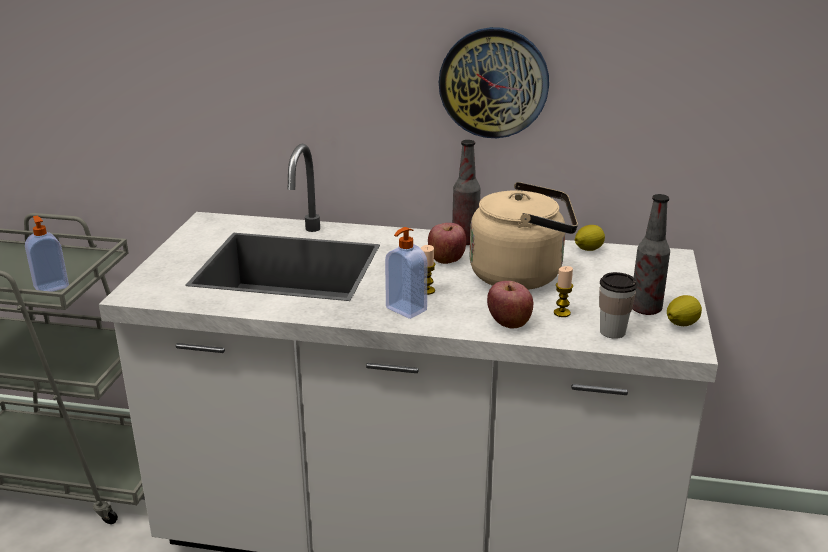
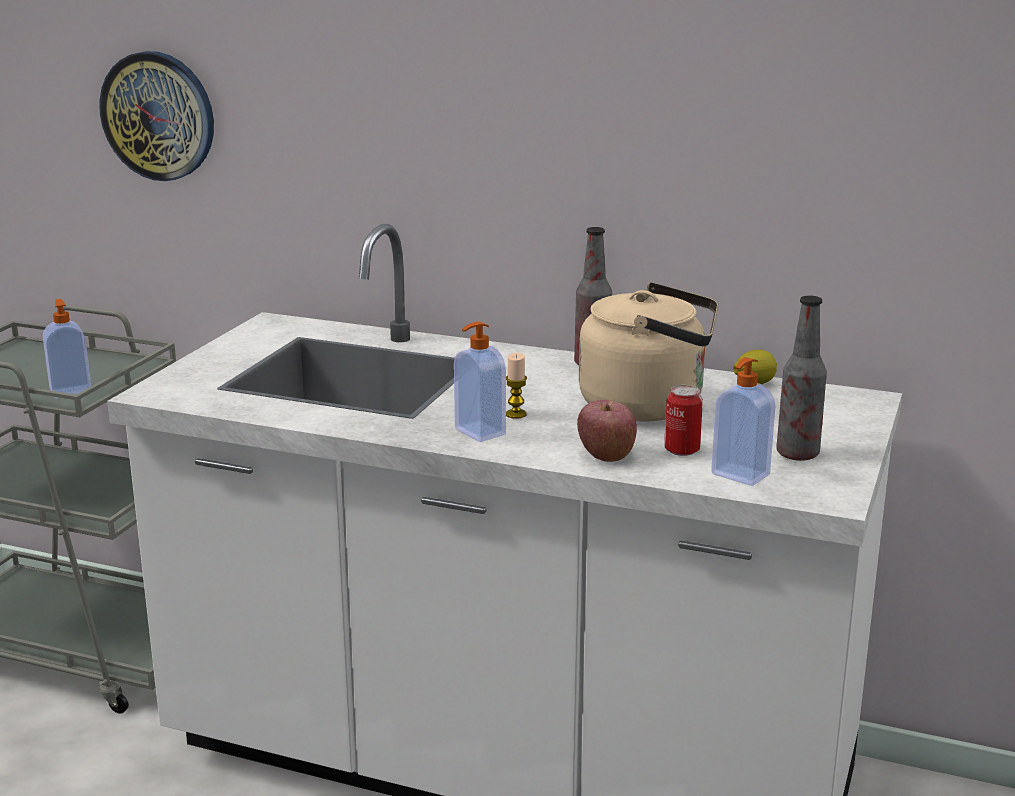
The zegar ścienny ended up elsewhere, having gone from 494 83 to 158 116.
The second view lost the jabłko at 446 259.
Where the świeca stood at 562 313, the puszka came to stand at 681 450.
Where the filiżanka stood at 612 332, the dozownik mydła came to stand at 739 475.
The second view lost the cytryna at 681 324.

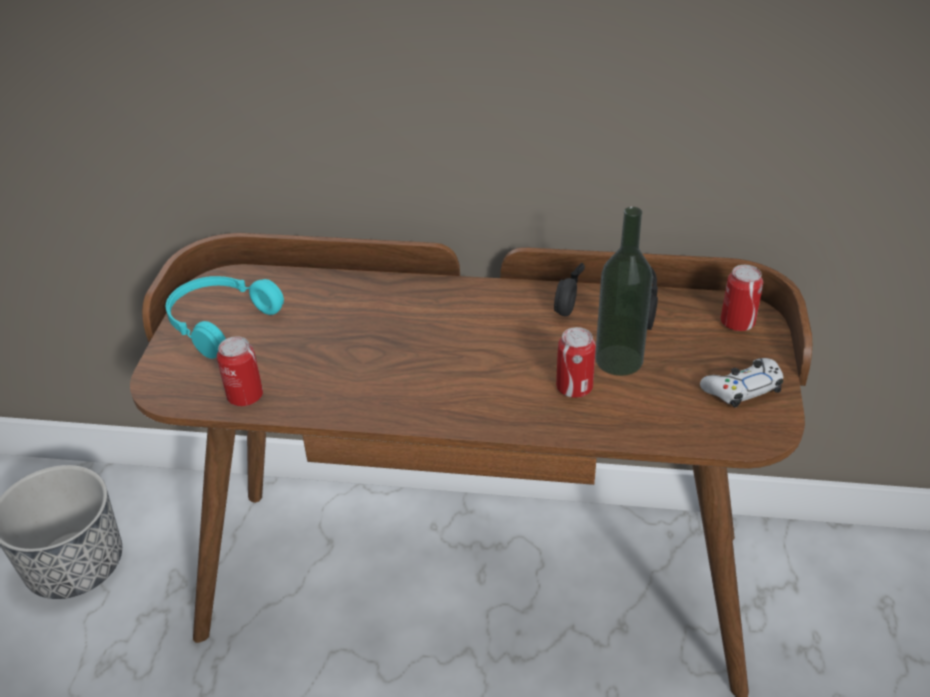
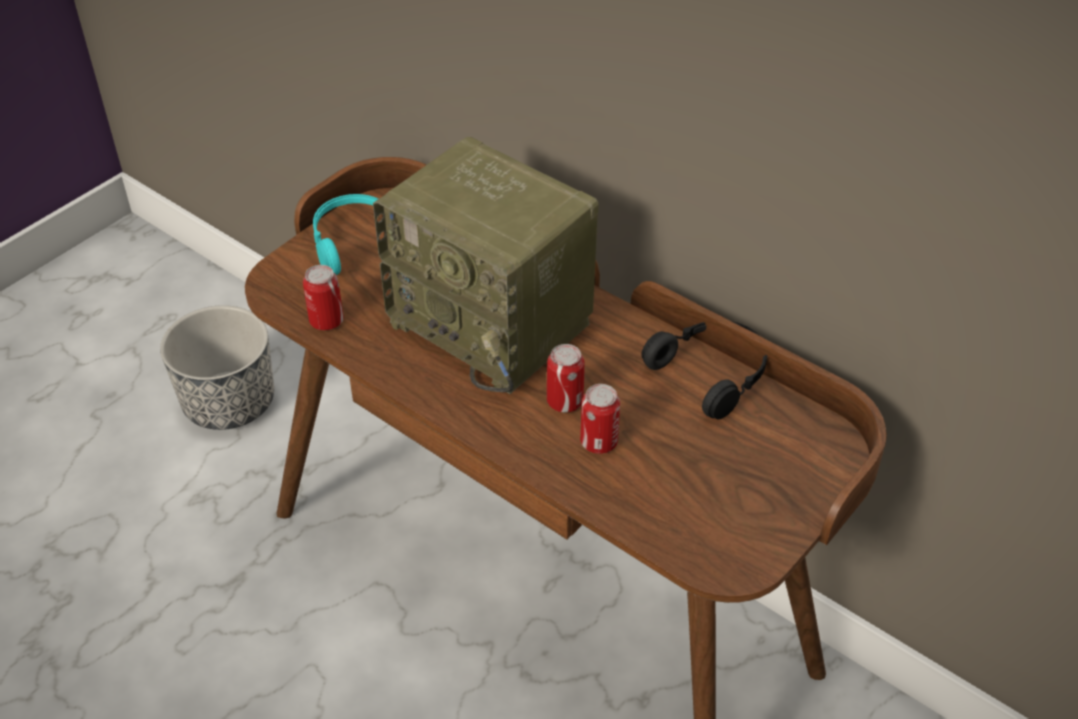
The second view lost the butelka at 619 360.
The puszka ended up elsewhere, having gone from 737 323 to 565 401.
The second view lost the pad do gier/biały at 742 389.
The second view gained the radio at 494 323.

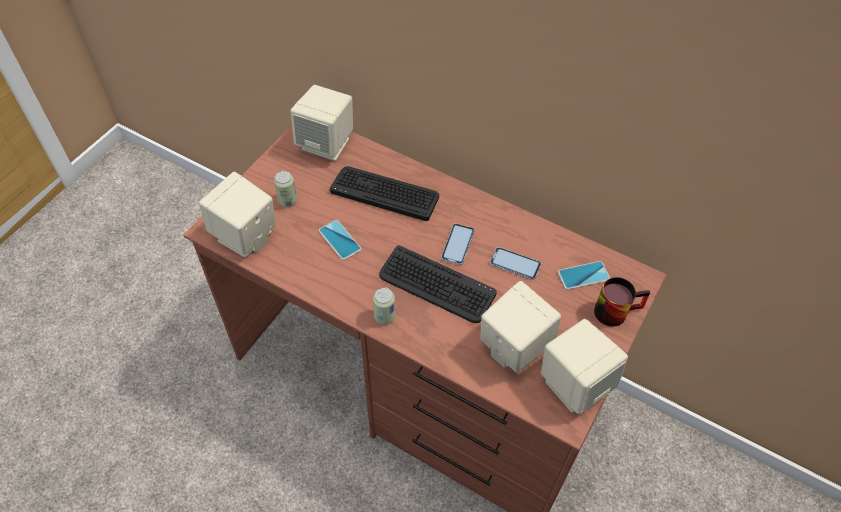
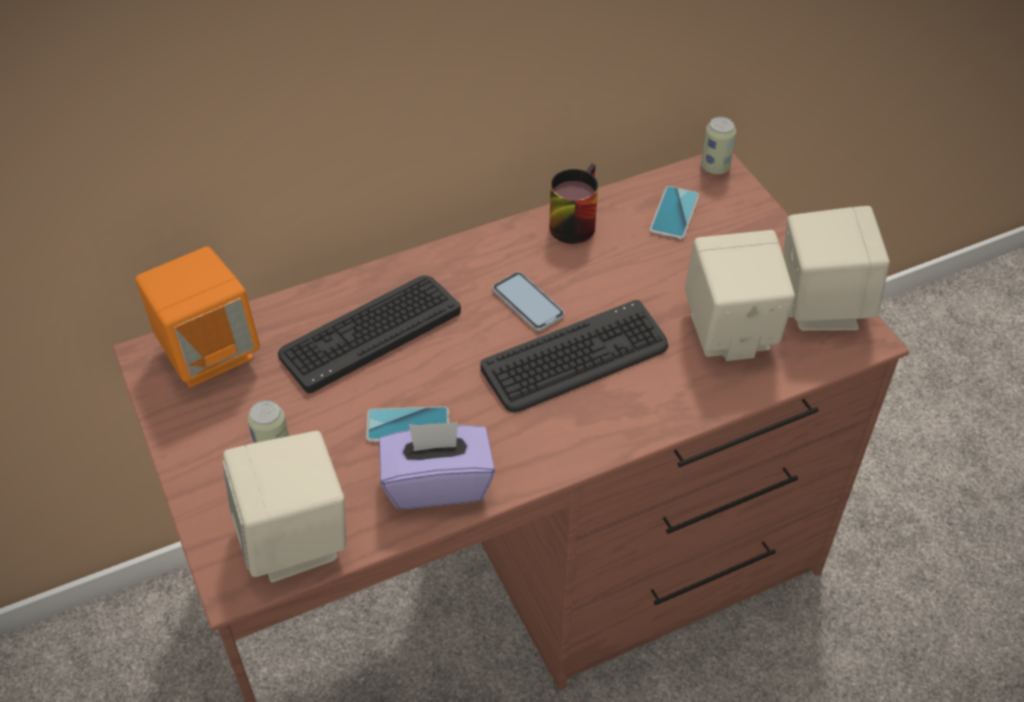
What was the głośnik/beżowy at 326 144 turned into the głośnik/pomarańczowy at 209 352.
The second view lost the telefon at 515 264.
The kubek ended up elsewhere, having gone from 615 309 to 571 220.
The puszka ended up elsewhere, having gone from 384 316 to 715 167.
The second view gained the pudełko chusteczek/fioletowy at 437 483.

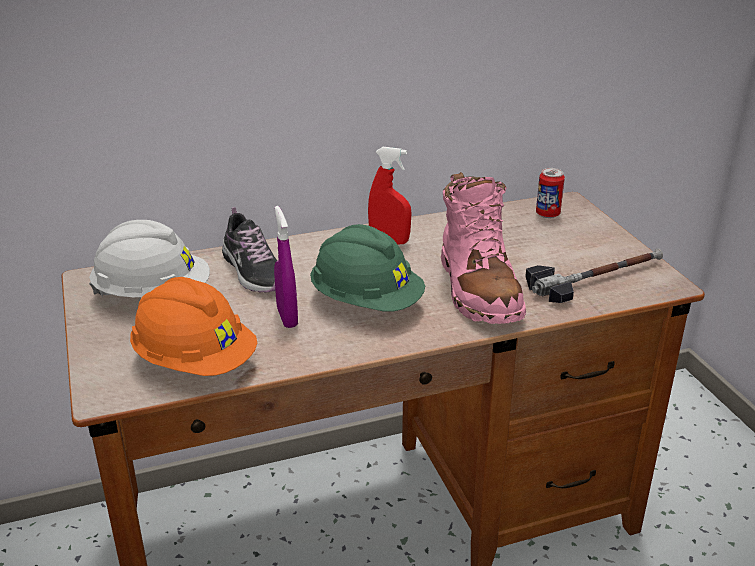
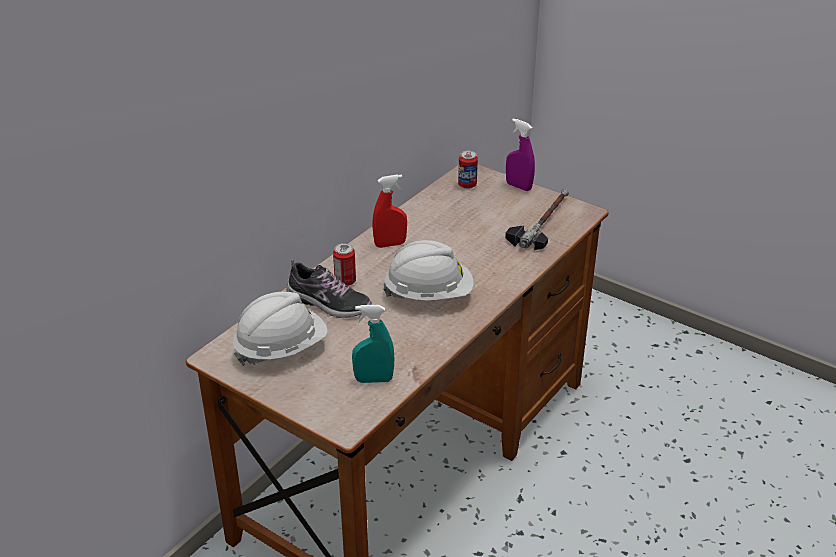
The second view lost the but z cholewką/różowy at 478 289.
The spryskiwacz/fioletowy ended up elsewhere, having gone from 287 317 to 518 186.
What was the kask/zielony at 366 302 turned into the kask/biały at 429 295.
Where the kask/pomarańczowy stood at 195 362, the spryskiwacz/turkusowy came to stand at 373 380.
The second view gained the puszka at 345 281.

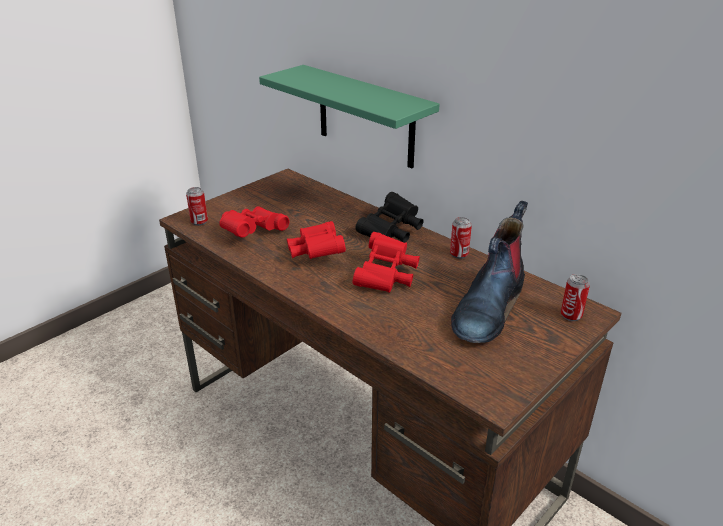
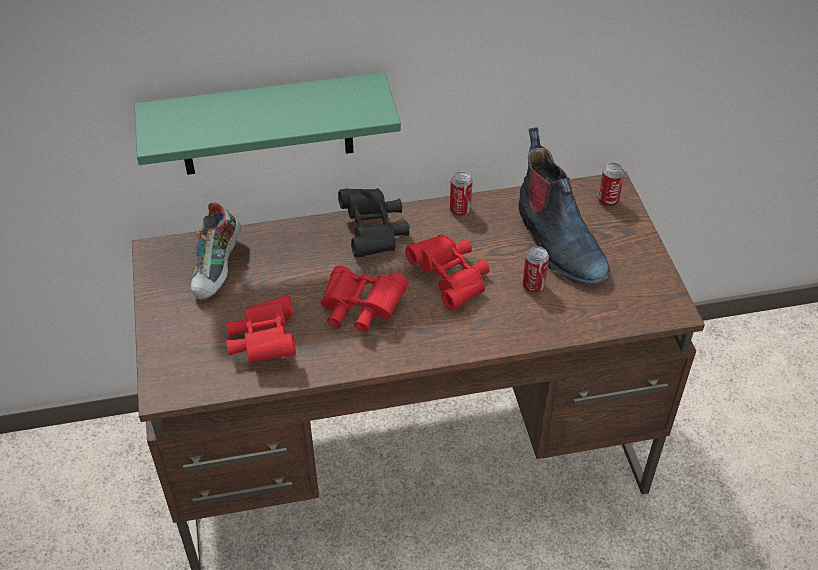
The puszka ended up elsewhere, having gone from 199 222 to 533 285.
The second view gained the but at 218 269.

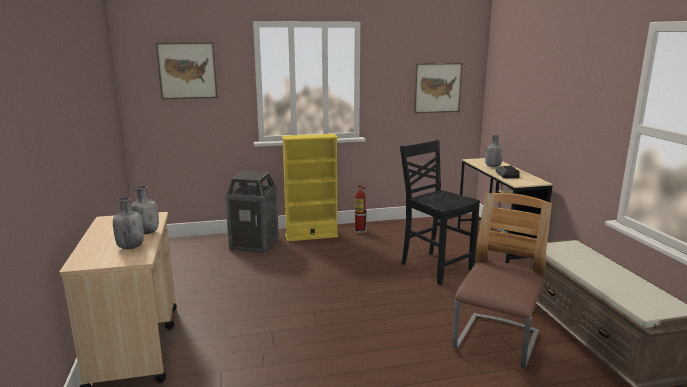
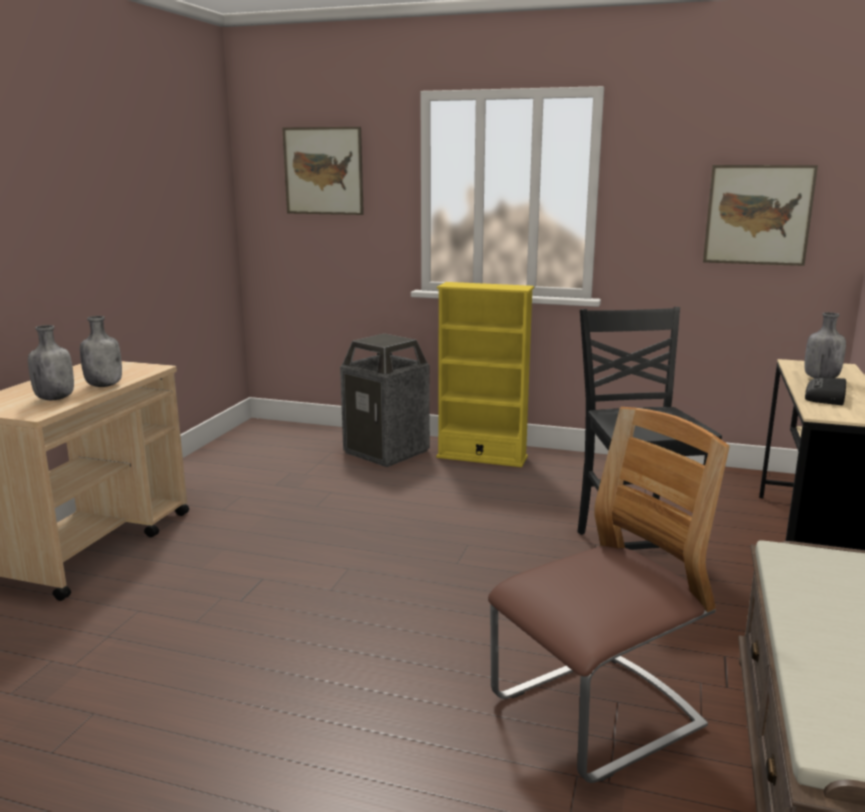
The second view lost the gaśnica at 359 231.

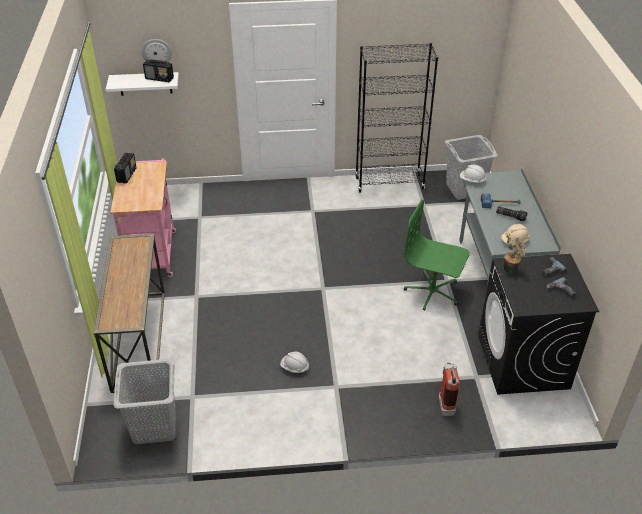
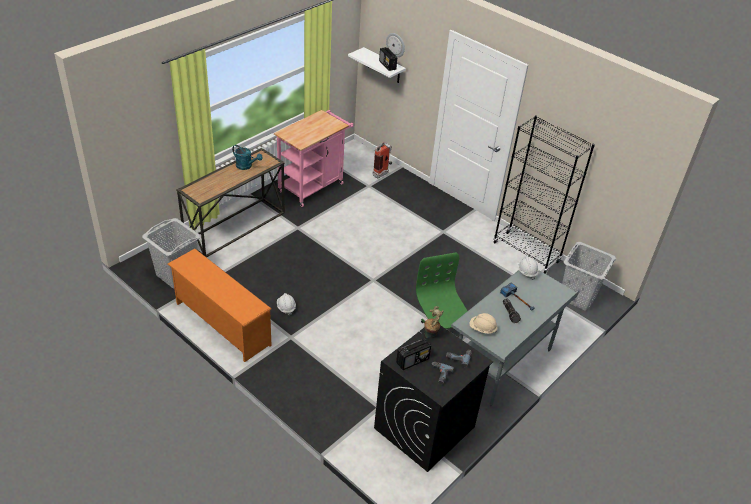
The radio ended up elsewhere, having gone from 127 175 to 413 361.
The gaśnica ended up elsewhere, having gone from 445 402 to 382 173.
The second view gained the konewka/turkusowy at 246 166.
The second view gained the regał na buty/pomarańczowy at 221 324.

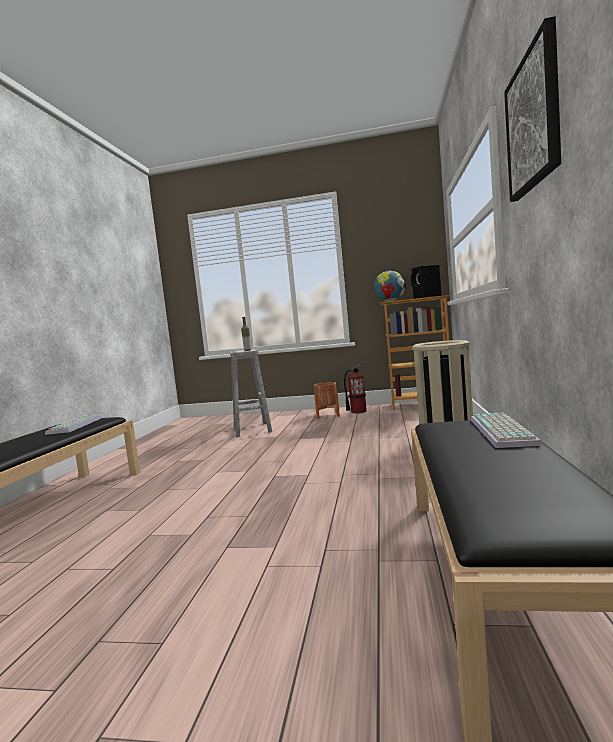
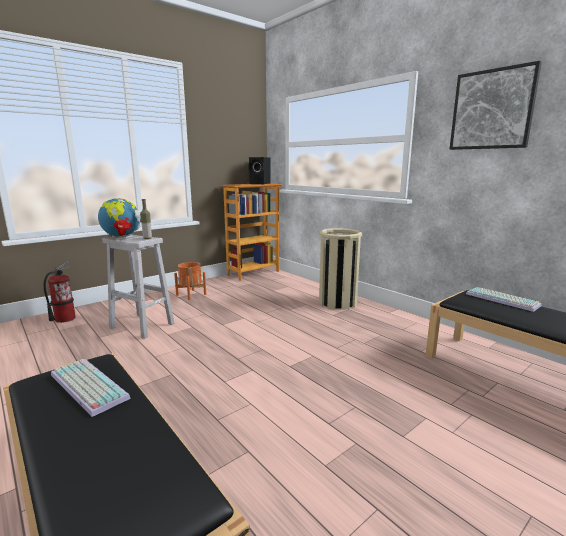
The globus ended up elsewhere, having gone from 390 301 to 122 237.
The gaśnica ended up elsewhere, having gone from 358 411 to 65 319.

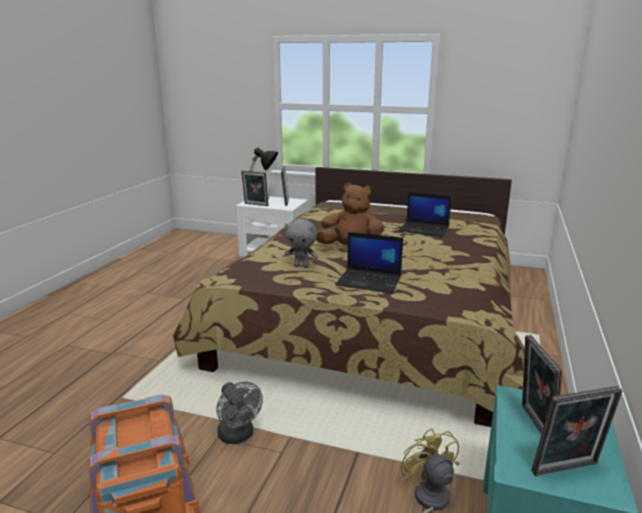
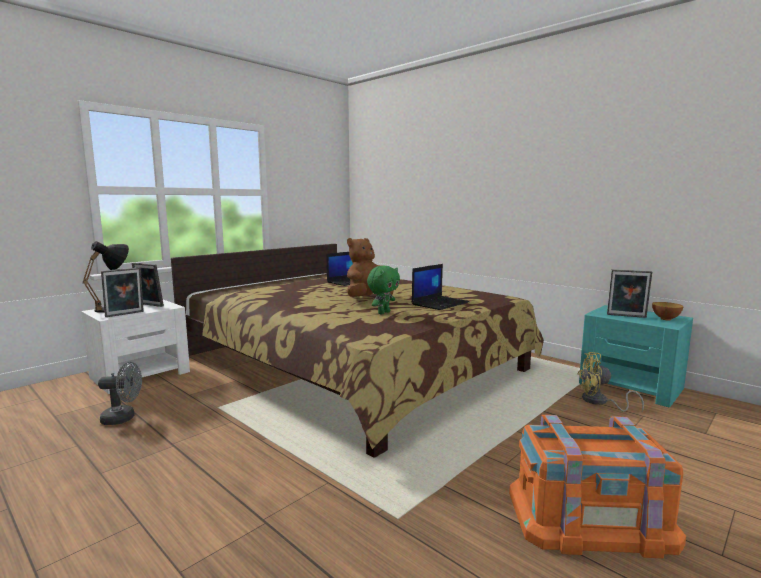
What was the pluszak/szary at 302 266 turned into the pluszak/zielony at 383 313.
The wentylator/szary ended up elsewhere, having gone from 238 436 to 123 418.
Where the ramka na zdjęcie stood at 567 471, the miska came to stand at 665 319.

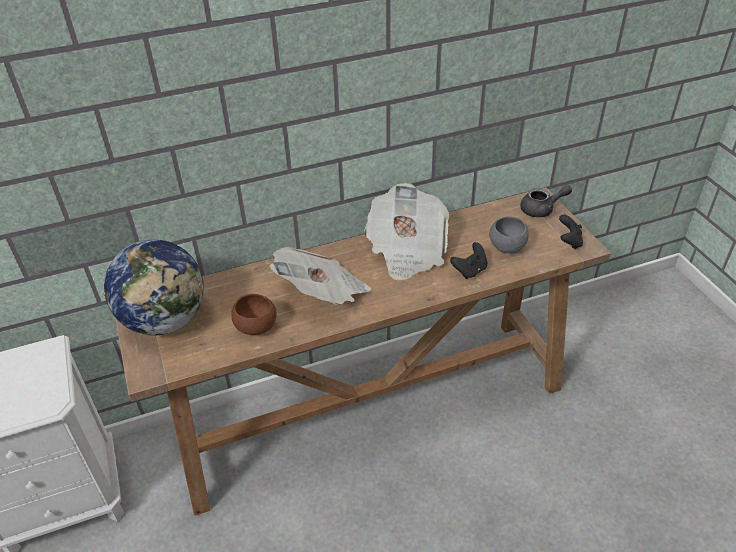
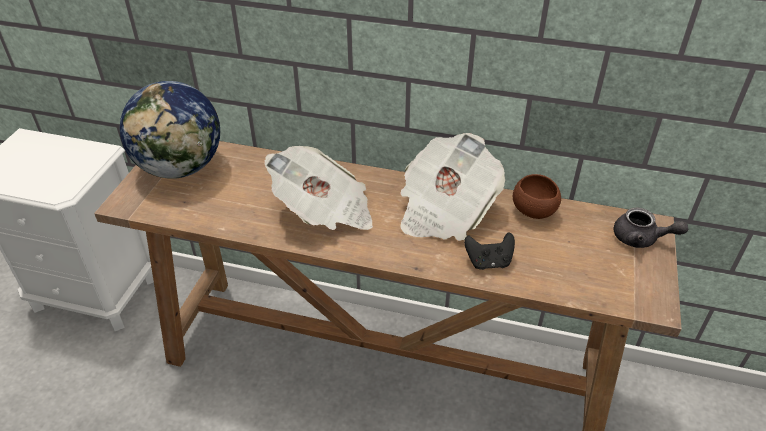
The second view lost the pad do gier/czarny at 569 241.
The second view lost the miska/szary at 506 247.
The miska/brązowy ended up elsewhere, having gone from 256 327 to 533 211.

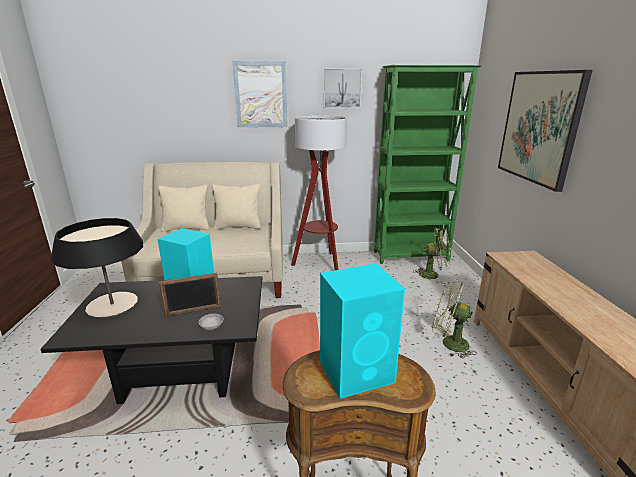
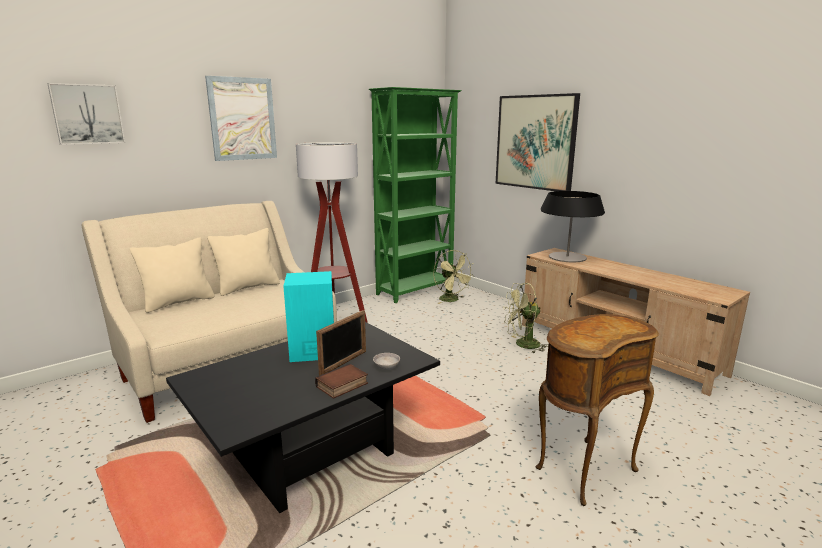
The obraz ended up elsewhere, having gone from 342 88 to 87 114.
The lampa stołowa ended up elsewhere, having gone from 112 304 to 567 257.
The wentylator/zielony at 433 275 ended up facing another way, 90 degrees clockwise from before.
The second view lost the głośnik/turkusowy at 358 371.
The second view gained the książka at 342 386.

